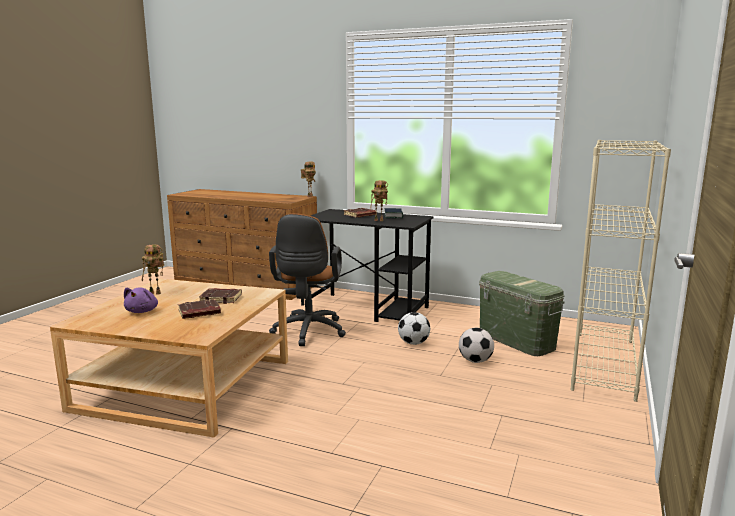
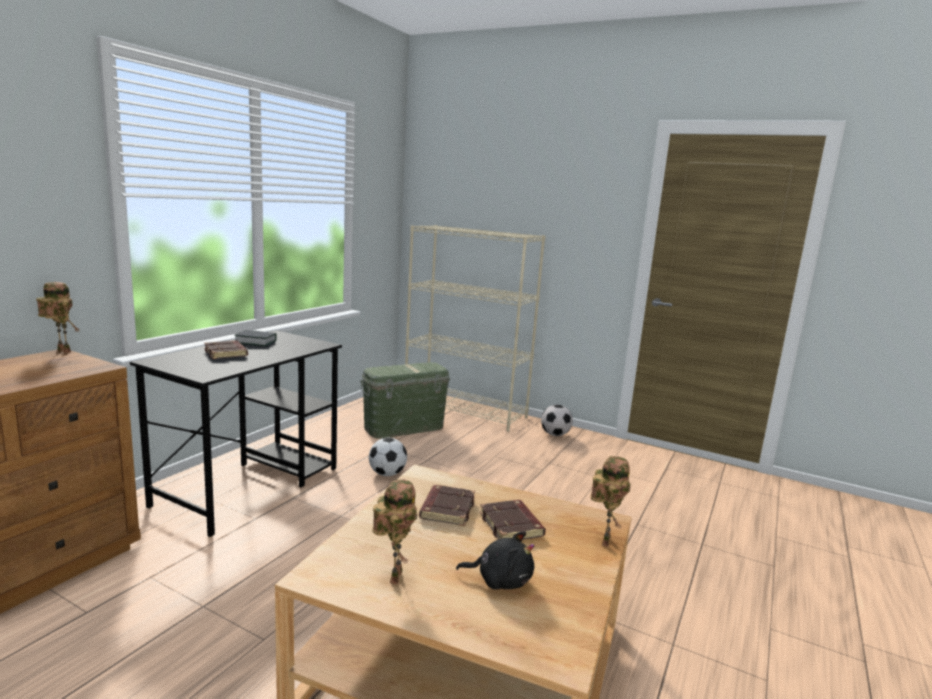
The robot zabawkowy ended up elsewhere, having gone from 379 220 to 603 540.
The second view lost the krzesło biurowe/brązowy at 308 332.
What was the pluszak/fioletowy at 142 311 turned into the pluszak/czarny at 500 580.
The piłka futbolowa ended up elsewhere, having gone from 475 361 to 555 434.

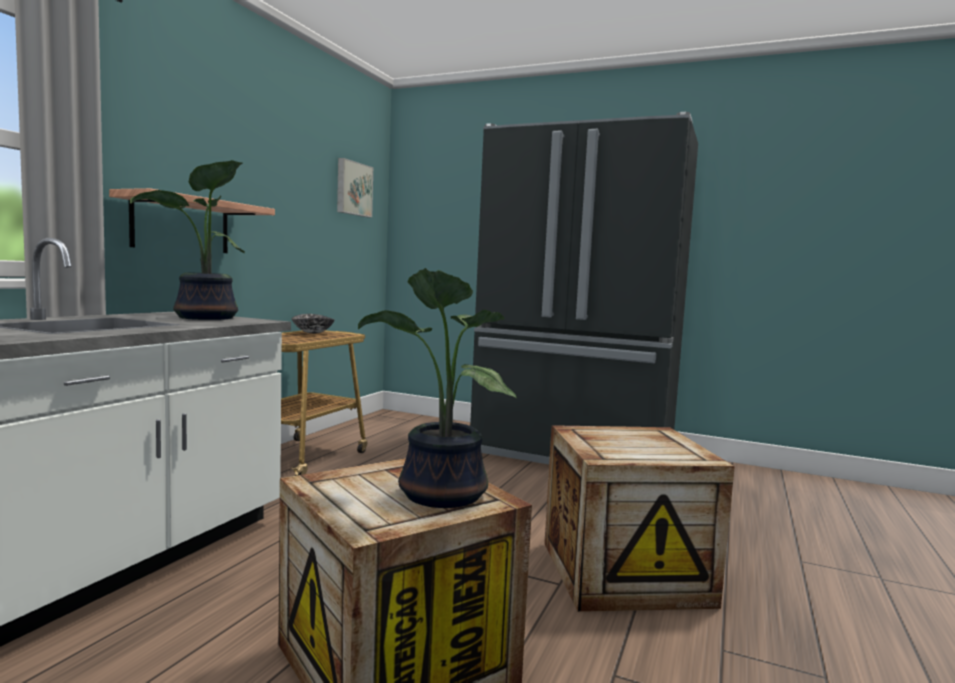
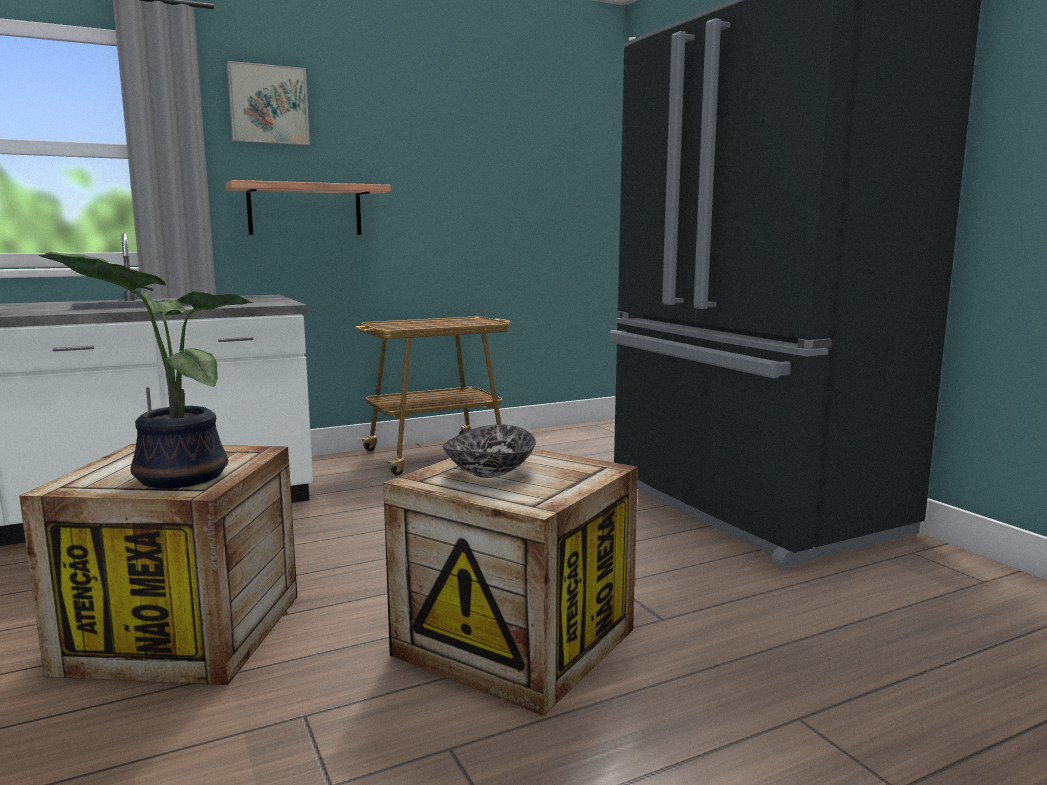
The obraz ended up elsewhere, having gone from 353 189 to 268 105.
The second view lost the roślina doniczkowa at 204 318.
The miska ended up elsewhere, having gone from 313 332 to 491 472.

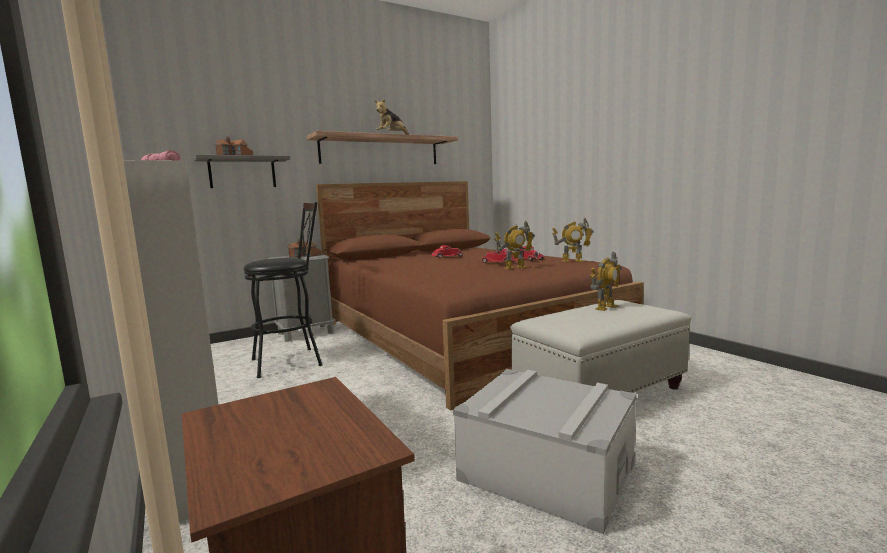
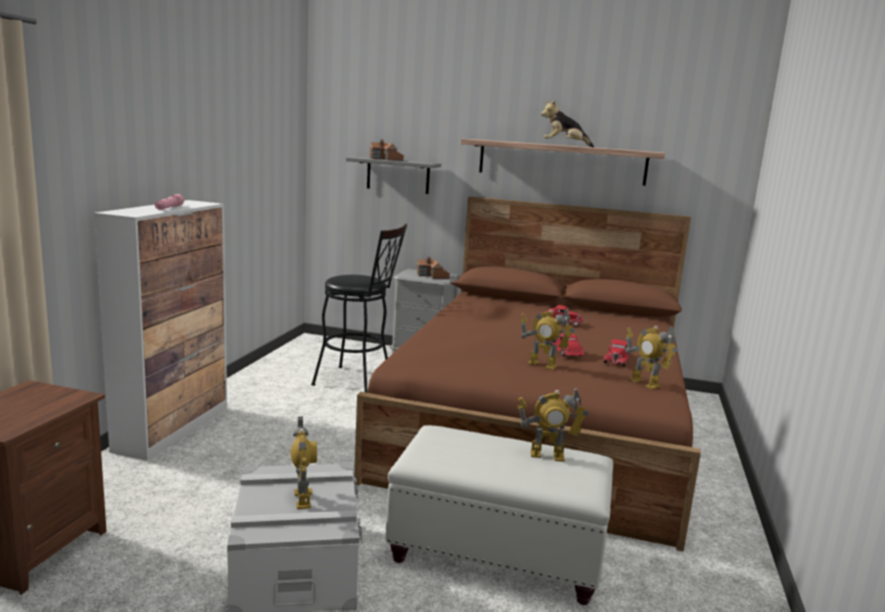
The second view gained the robot zabawkowy at 303 499.

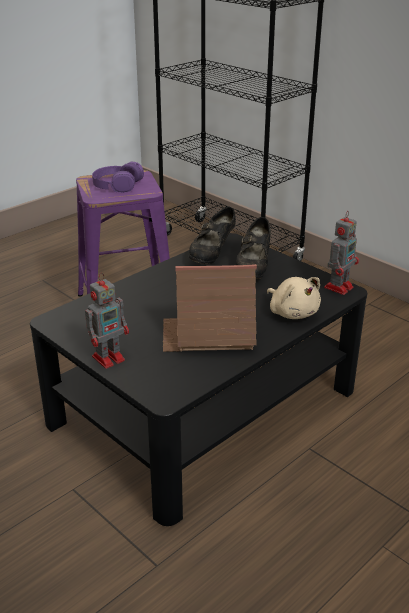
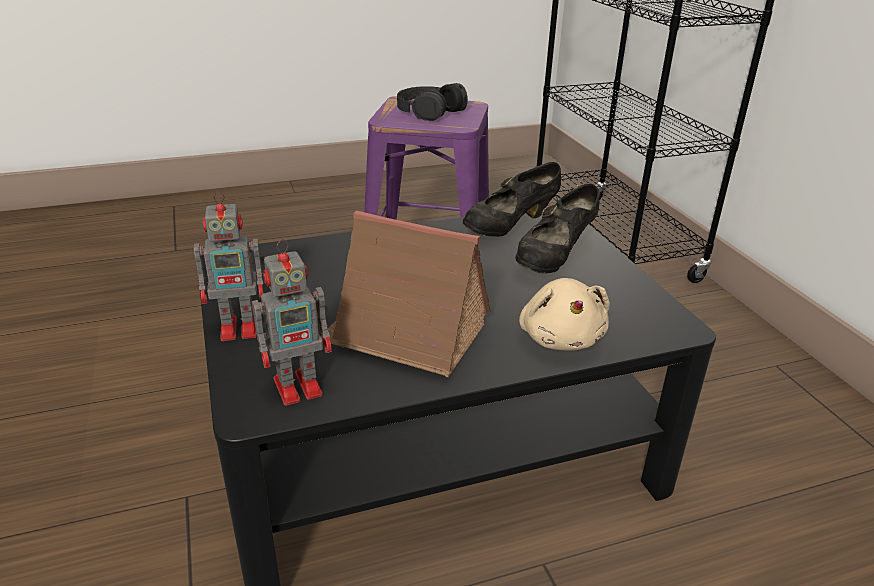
What was the słuchawki/fioletowy at 117 185 turned into the słuchawki/czarny at 429 111.
The robot zabawkowy ended up elsewhere, having gone from 339 287 to 300 386.

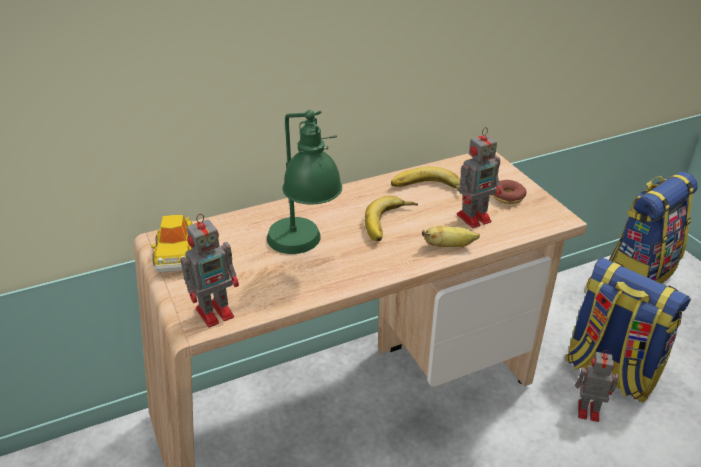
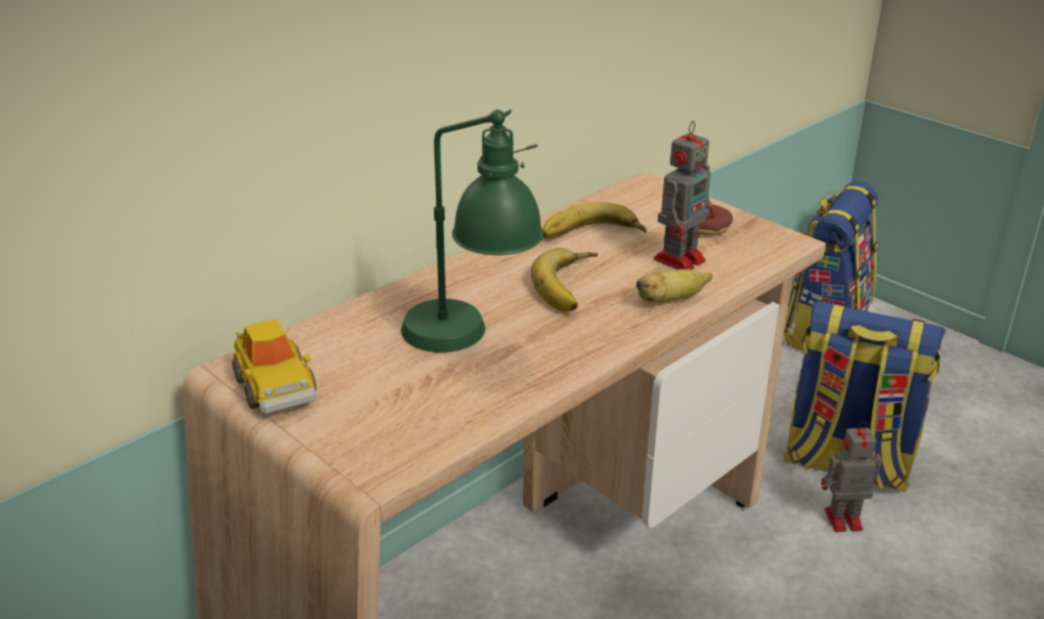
The second view lost the robot zabawkowy at 216 312.

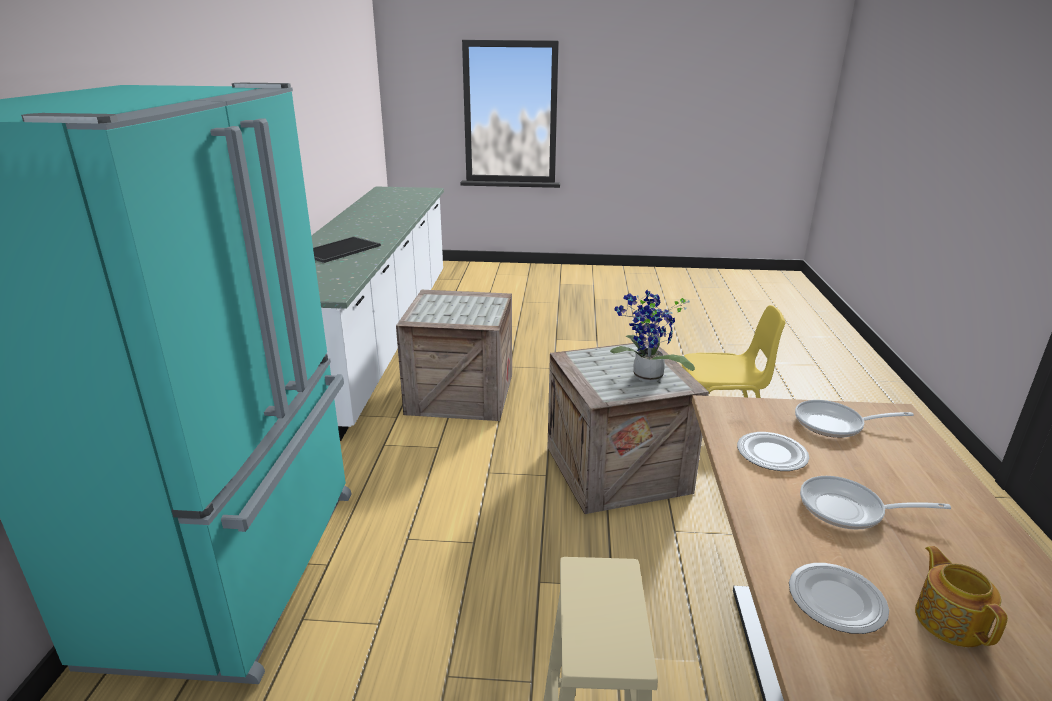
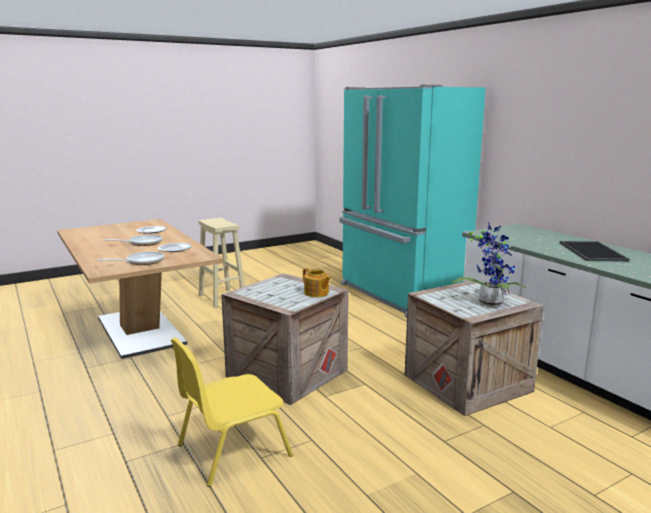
The roślina doniczkowa ended up elsewhere, having gone from 645 378 to 489 302.
The imbryk ended up elsewhere, having gone from 949 620 to 316 293.

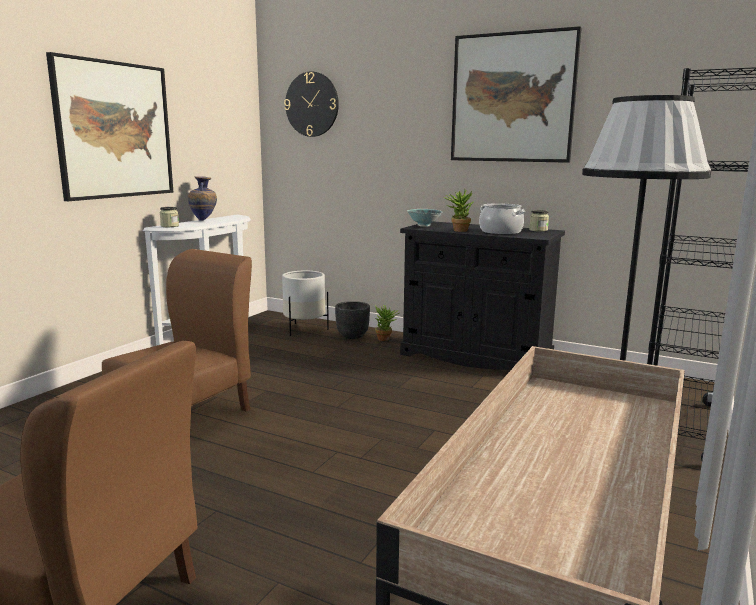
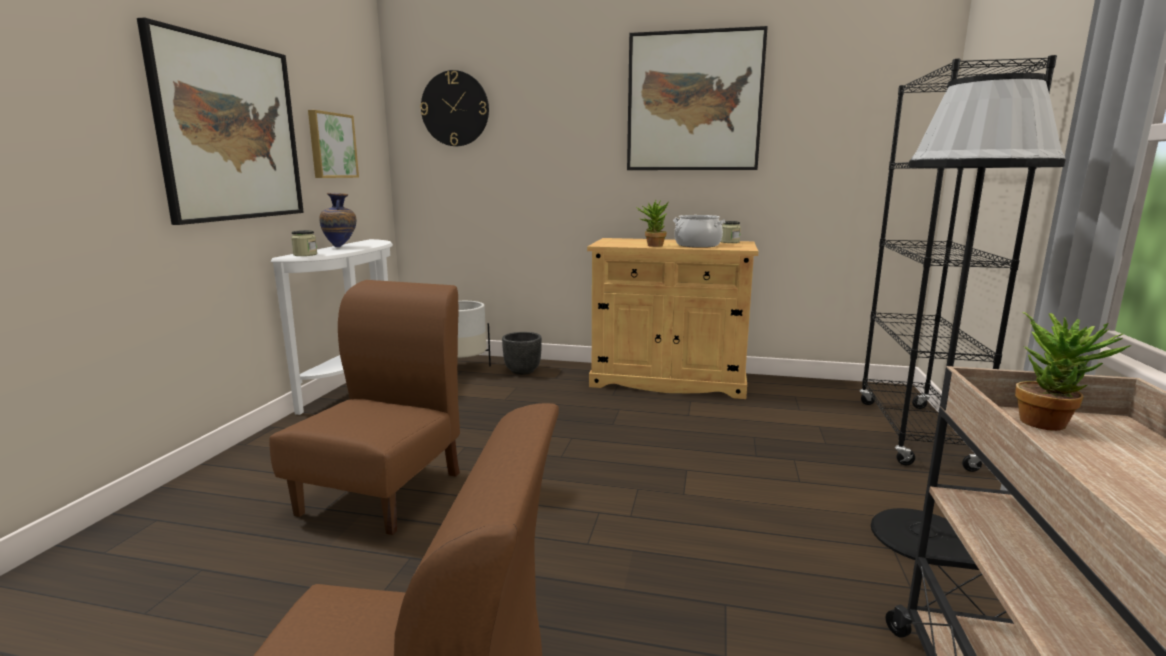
The second view lost the miska at 423 226.
What was the szafka/czarny at 476 356 turned into the szafka/beżowy at 668 381.
The roślina doniczkowa ended up elsewhere, having gone from 386 339 to 1051 423.
The second view gained the obraz at 331 145.

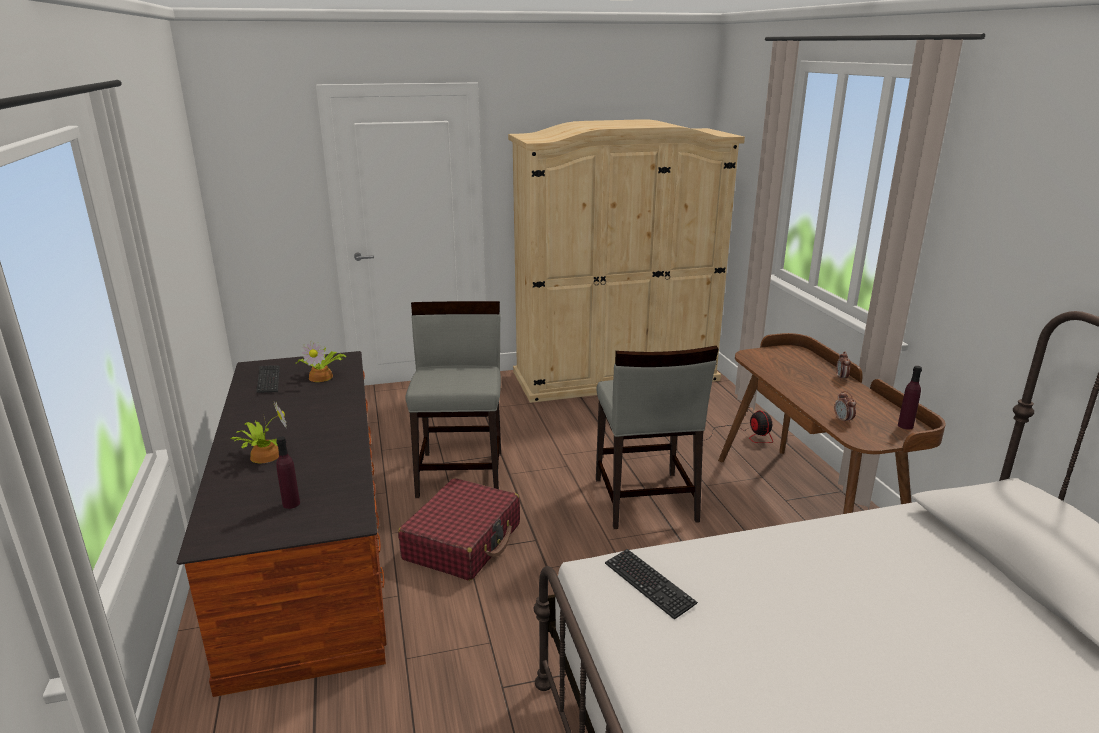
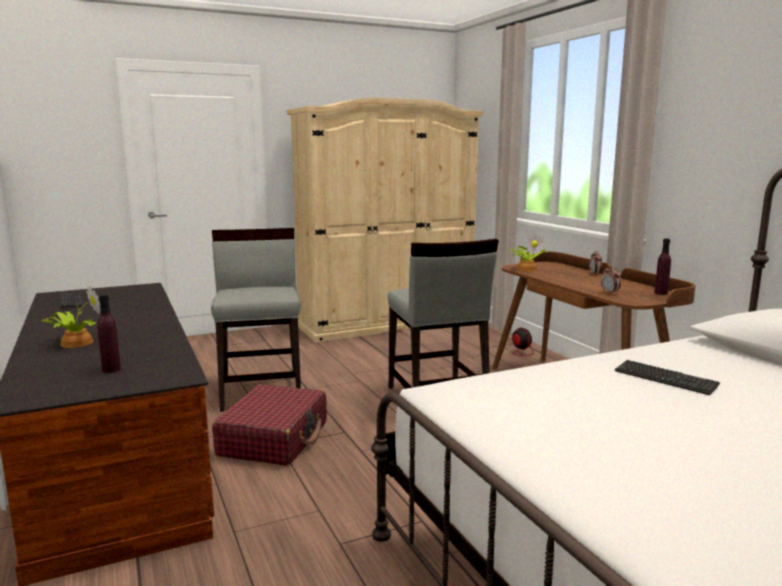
The roślina doniczkowa ended up elsewhere, having gone from 322 376 to 527 269.
The klawiatura ended up elsewhere, having gone from 649 584 to 665 379.

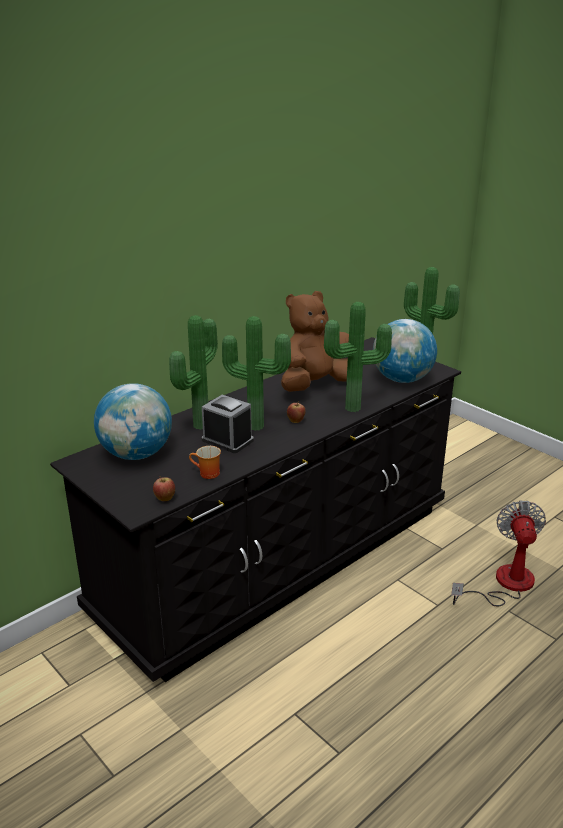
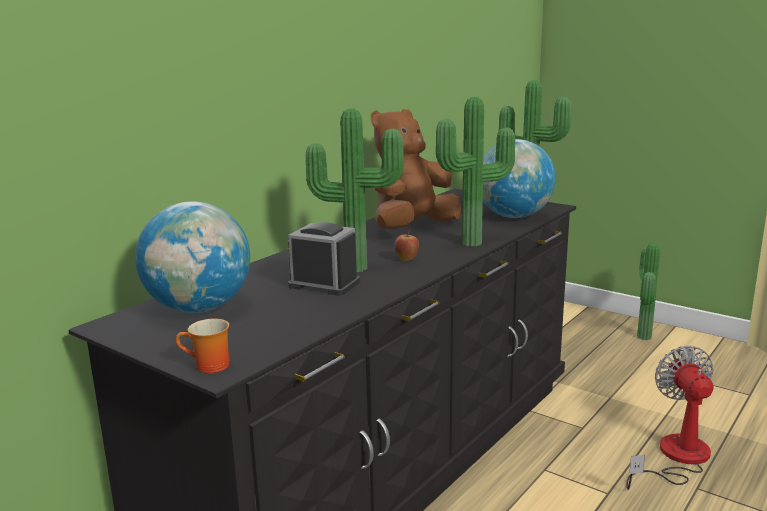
The roślina doniczkowa ended up elsewhere, having gone from 198 425 to 641 337.
The kubek ended up elsewhere, having gone from 206 474 to 208 367.
The second view lost the jabłko at 165 499.

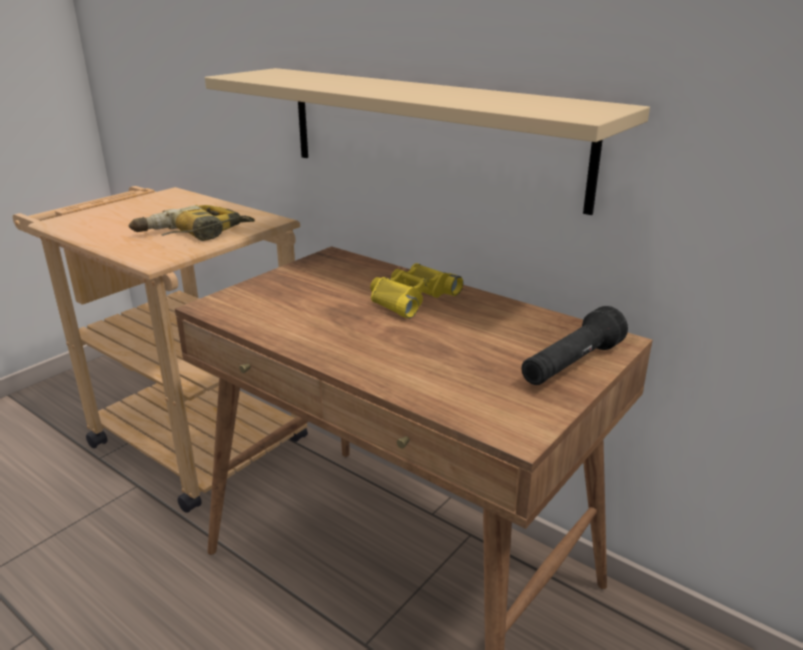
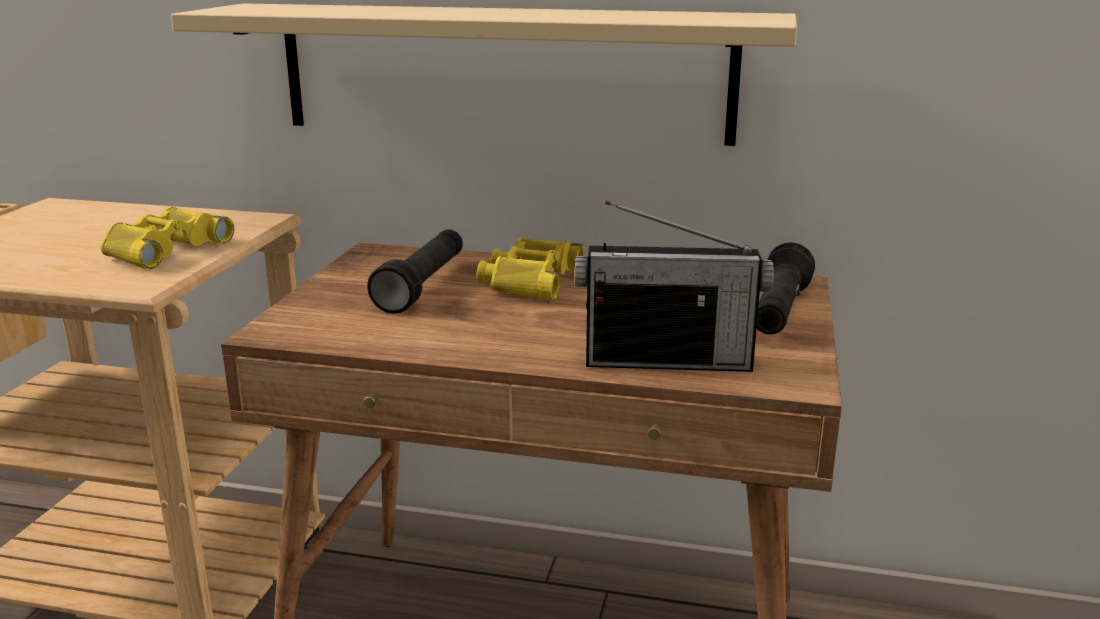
Where the wiertarka stood at 192 235, the lornetka/żółty came to stand at 162 249.
The second view gained the radio at 668 361.
The second view gained the latarka/czarny at 423 286.

